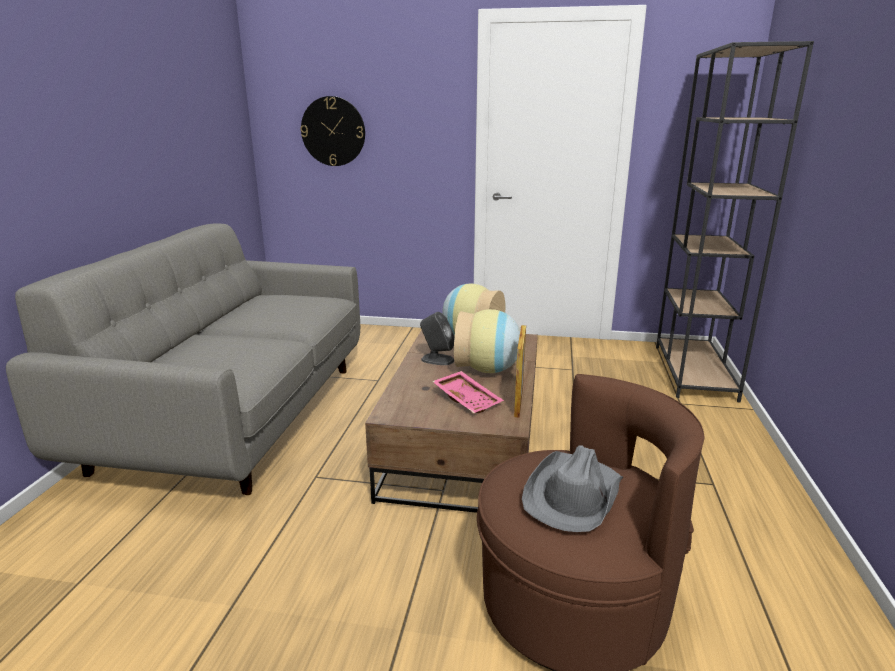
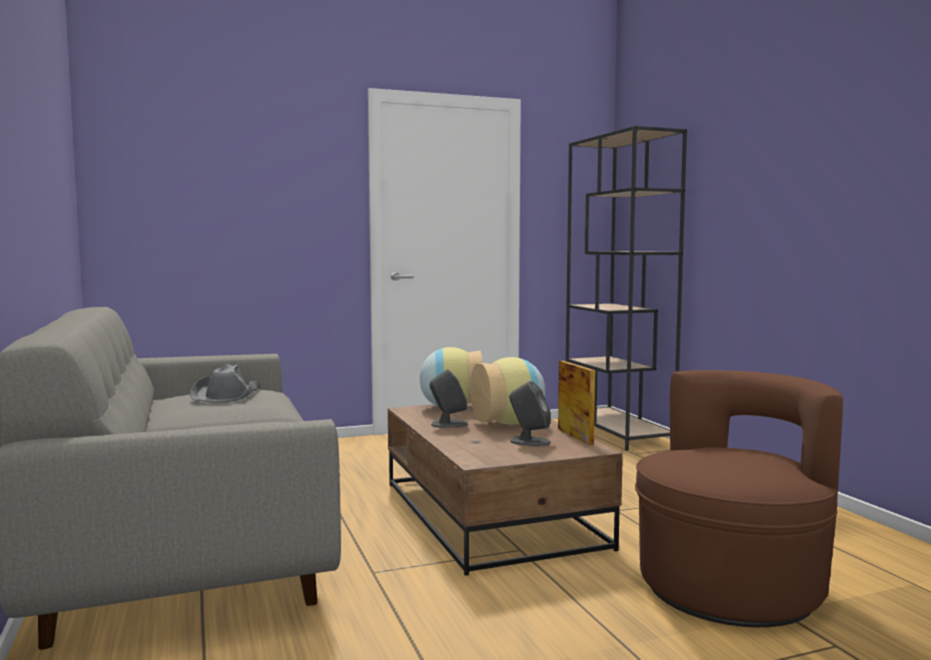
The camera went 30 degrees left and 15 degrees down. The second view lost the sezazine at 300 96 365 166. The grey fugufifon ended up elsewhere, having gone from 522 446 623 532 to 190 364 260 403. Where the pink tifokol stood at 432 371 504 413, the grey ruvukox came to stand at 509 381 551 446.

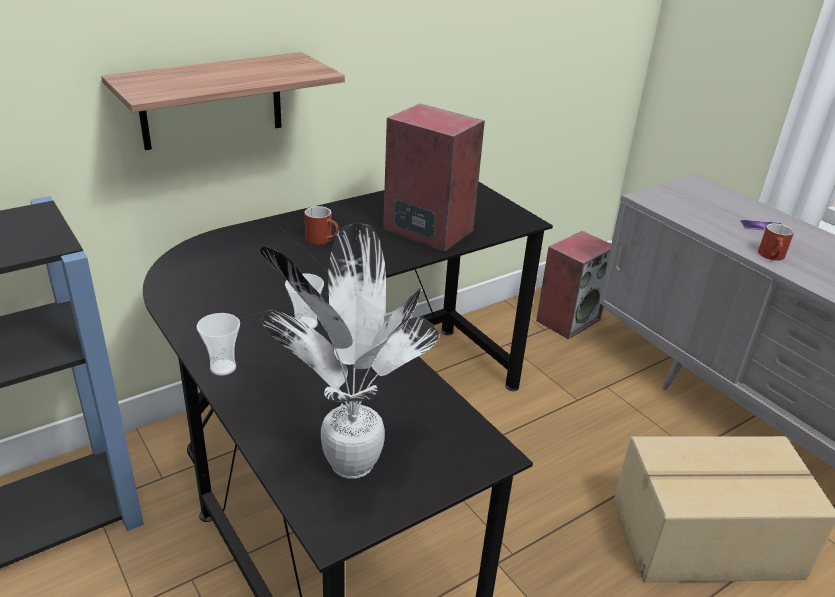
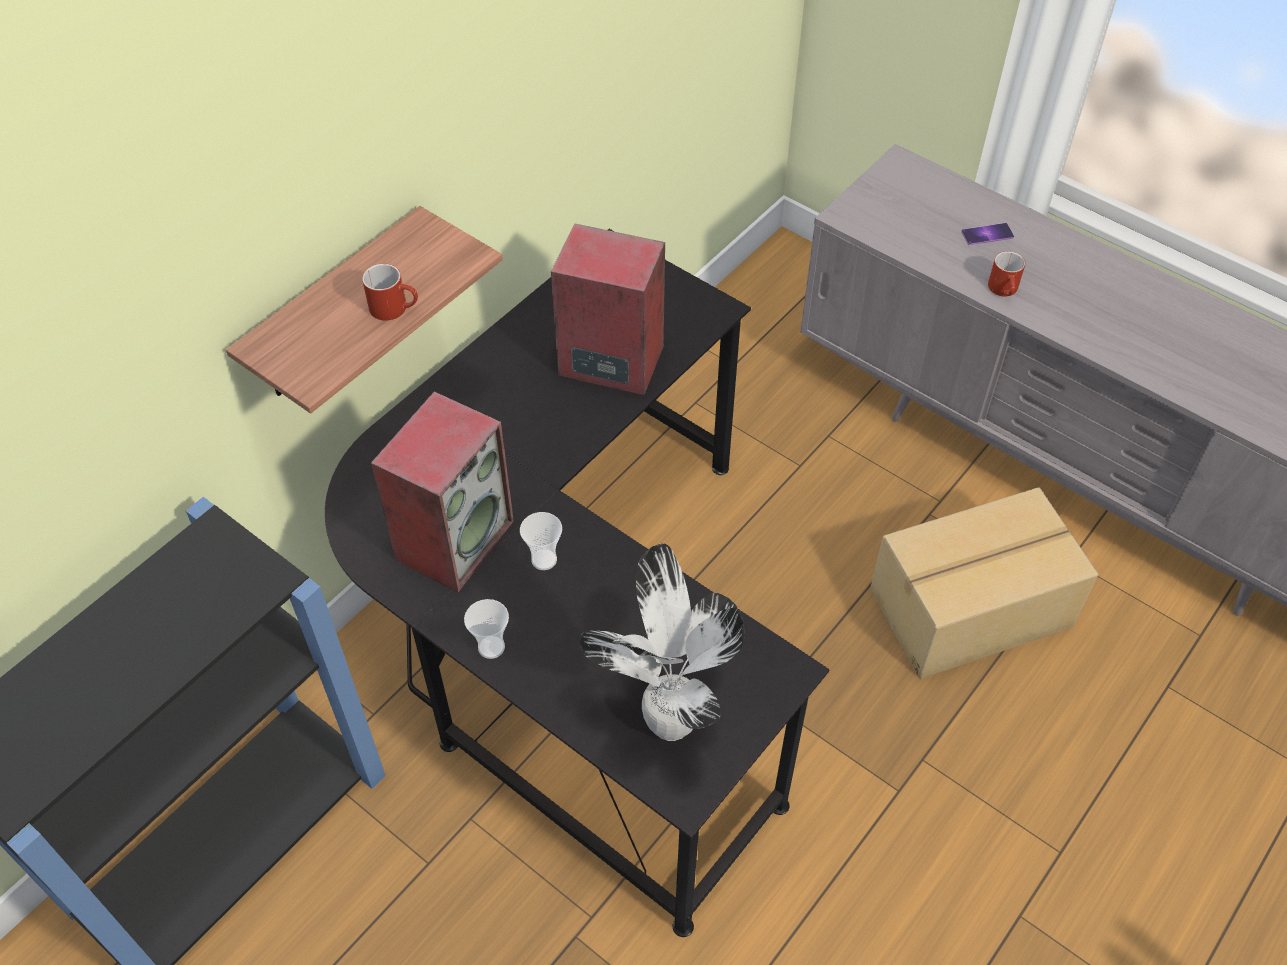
The camera went 15 degrees left and 20 degrees up. The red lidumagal ended up elsewhere, having gone from 304 206 339 245 to 362 264 418 321. The ruvukox ended up elsewhere, having gone from 536 231 611 339 to 371 392 514 592.

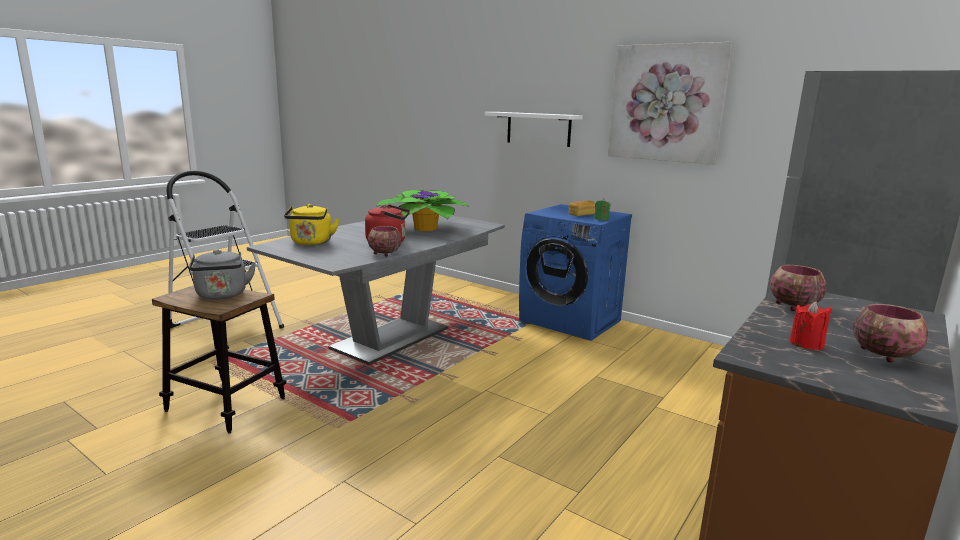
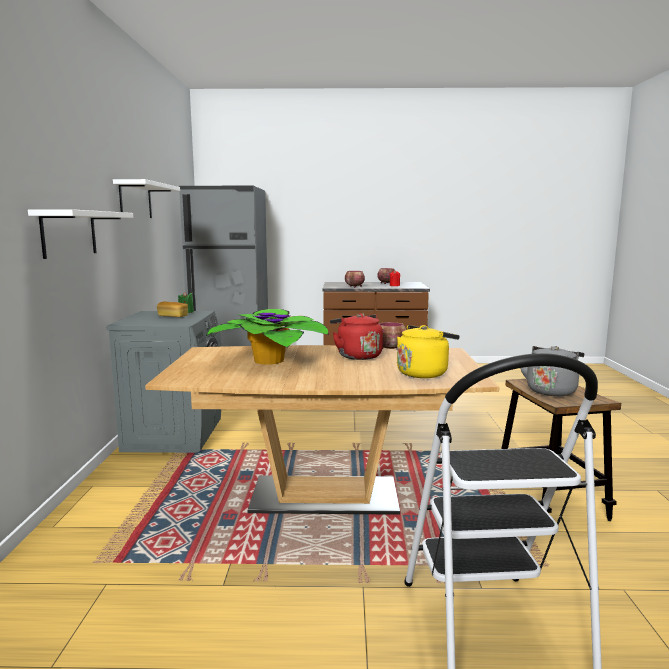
The camera went 125 degrees left and 5 degrees down. Where the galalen hung at 608 42 733 165, the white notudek came to hang at 113 179 180 218. What was the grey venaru at 247 214 505 365 turned into the brown venaru at 145 345 500 515. What was the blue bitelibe at 519 204 632 341 turned into the grey bitelibe at 106 311 221 453.

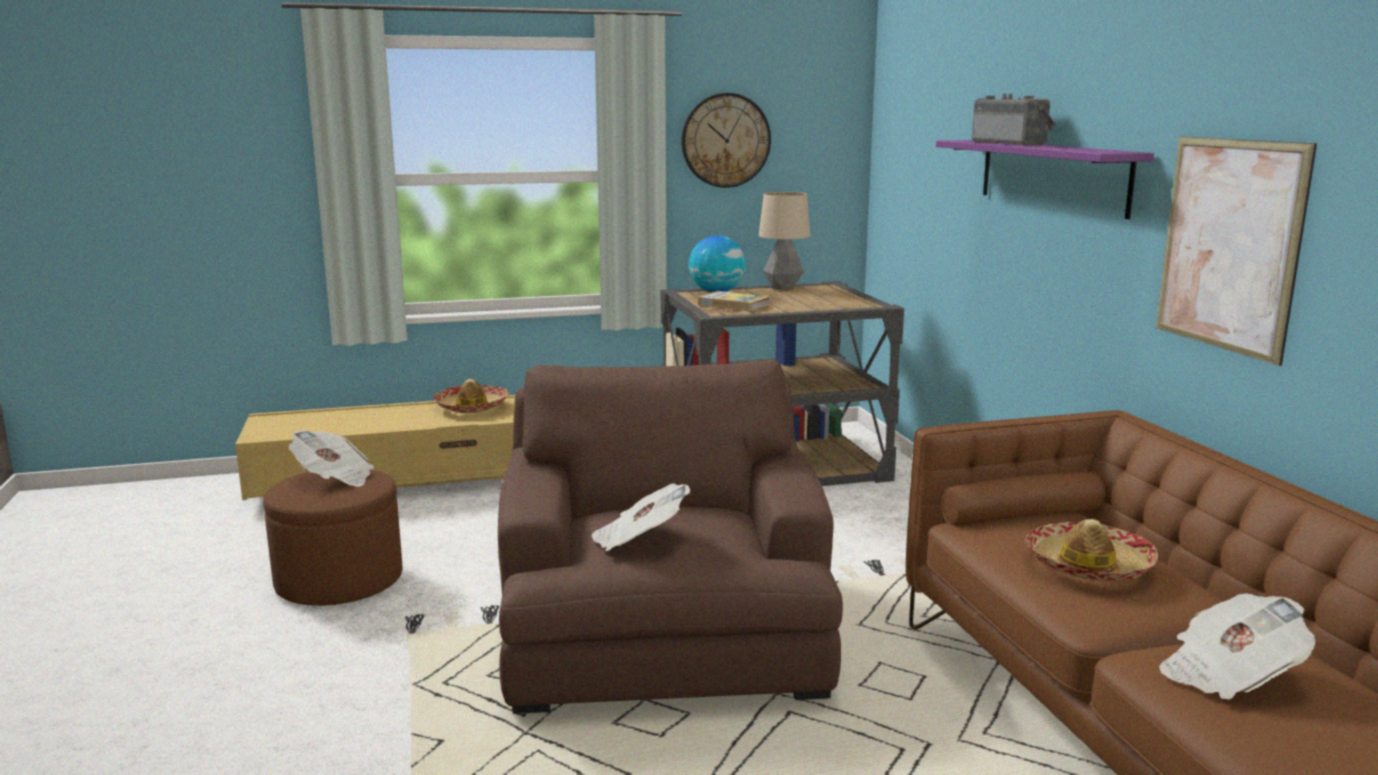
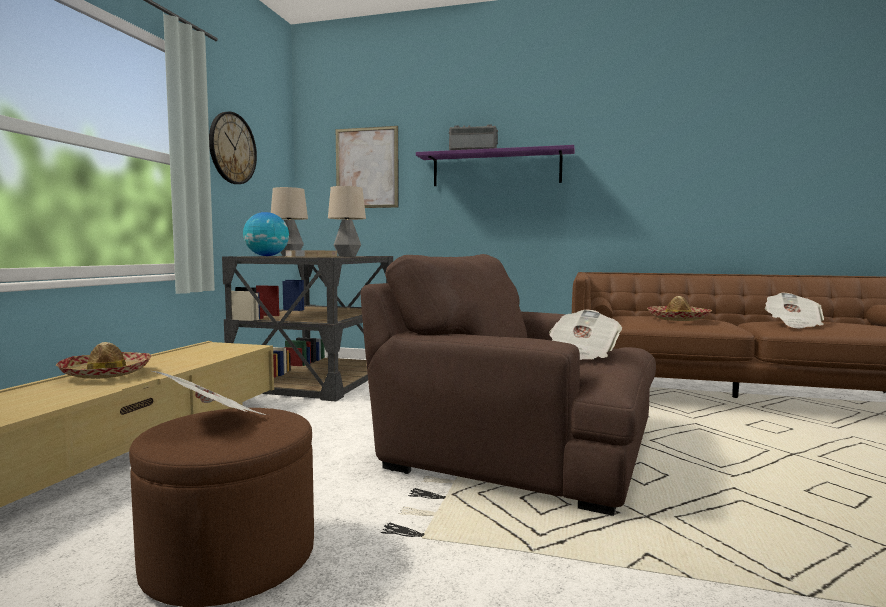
The camera went 60 degrees left and 10 degrees down. The second view gained the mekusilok at 328 186 366 257. The galalen ended up elsewhere, having gone from 1156 137 1317 366 to 336 126 399 208.

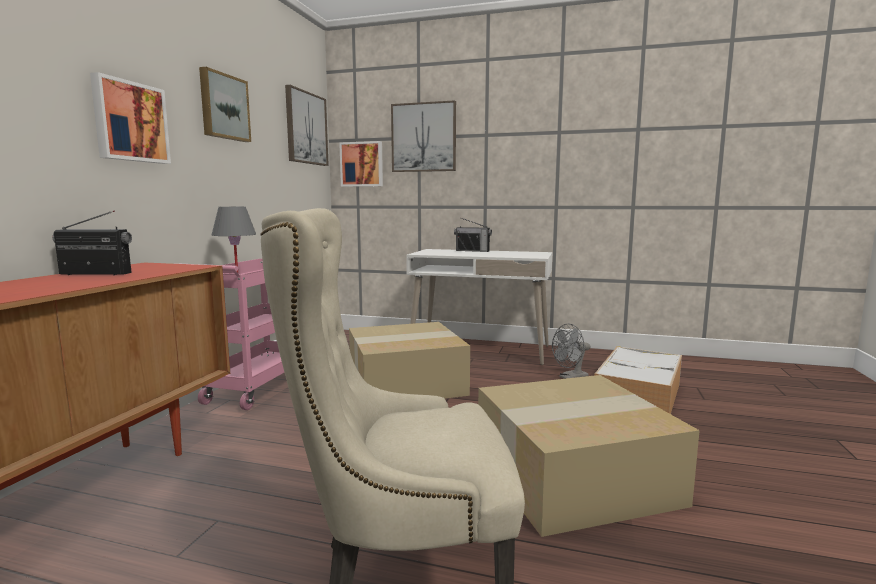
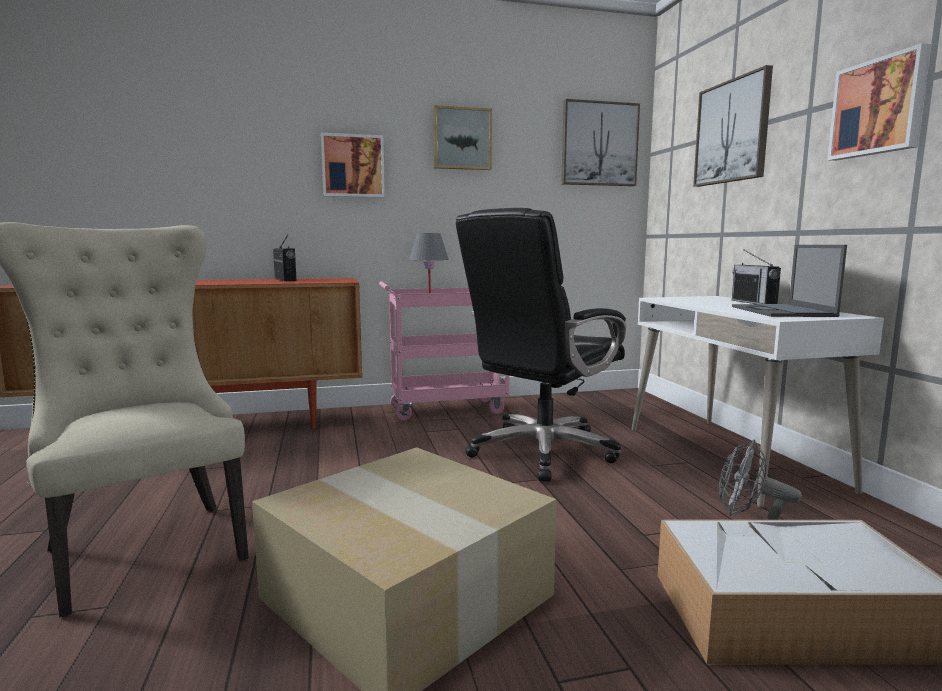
The camera went 60 degrees right and 0 degrees up. The second view gained the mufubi at 732 245 847 317. The galalen ended up elsewhere, having gone from 339 141 383 187 to 827 43 931 161. Where the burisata stood at 349 322 470 399, the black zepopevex came to stand at 456 208 626 482.

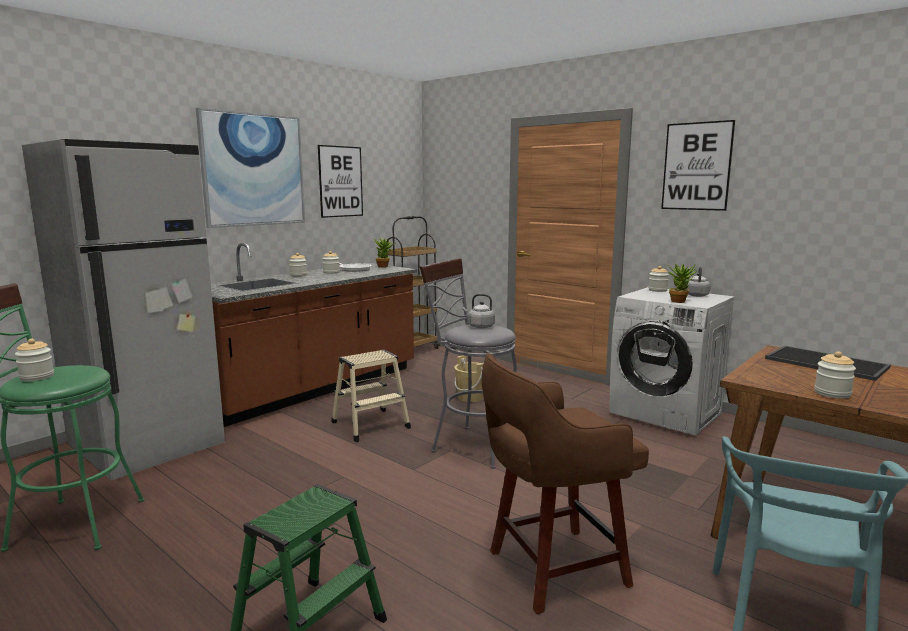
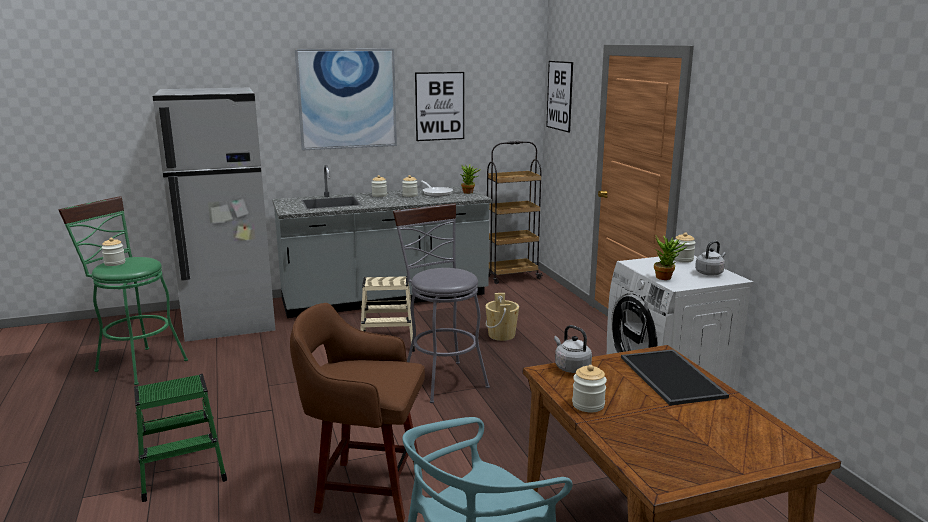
The camera went 30 degrees right and 5 degrees up. The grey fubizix ended up elsewhere, having gone from 462 294 495 328 to 554 325 592 373. The galalen ended up elsewhere, having gone from 661 120 735 211 to 546 61 573 133. What was the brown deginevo at 211 243 417 427 turned into the grey deginevo at 272 165 492 318.

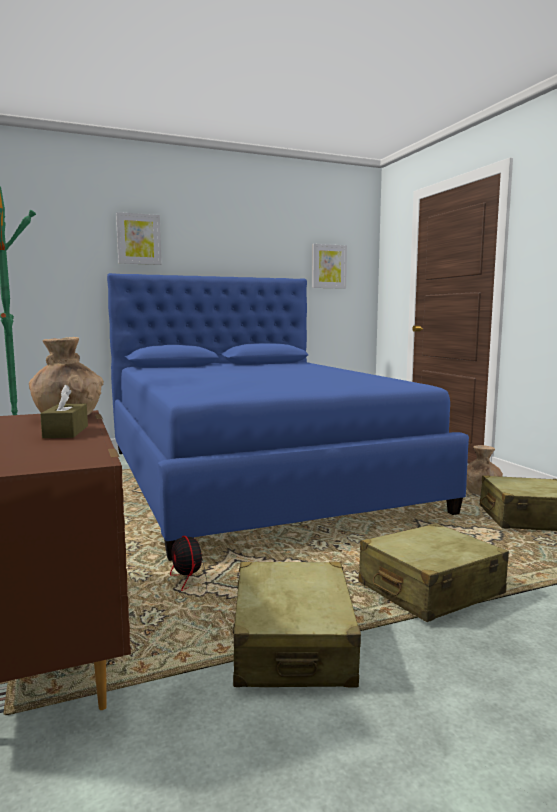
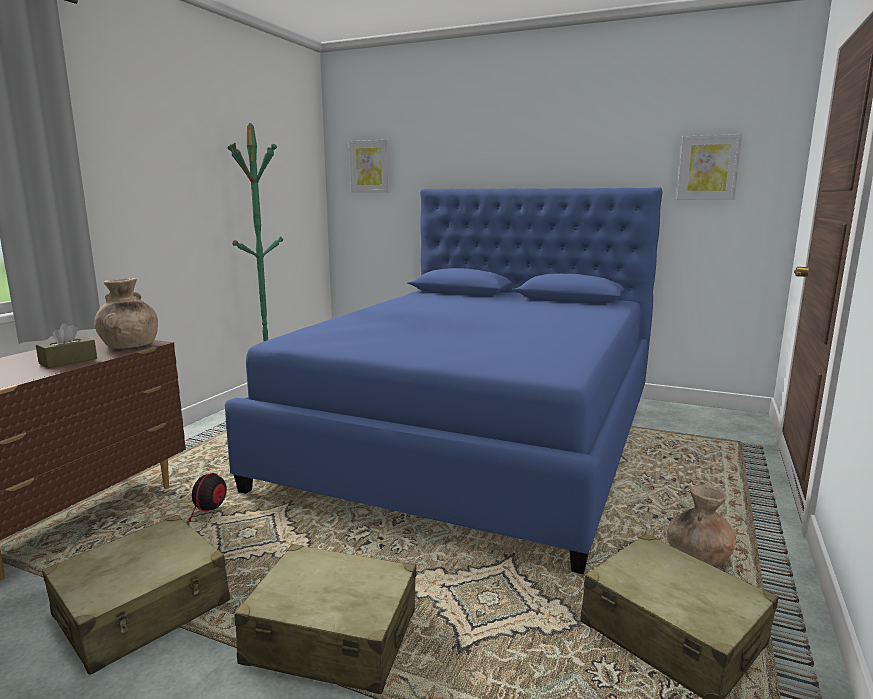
The camera went 45 degrees right and 5 degrees up. The galalen ended up elsewhere, having gone from 116 212 161 265 to 349 140 390 192.

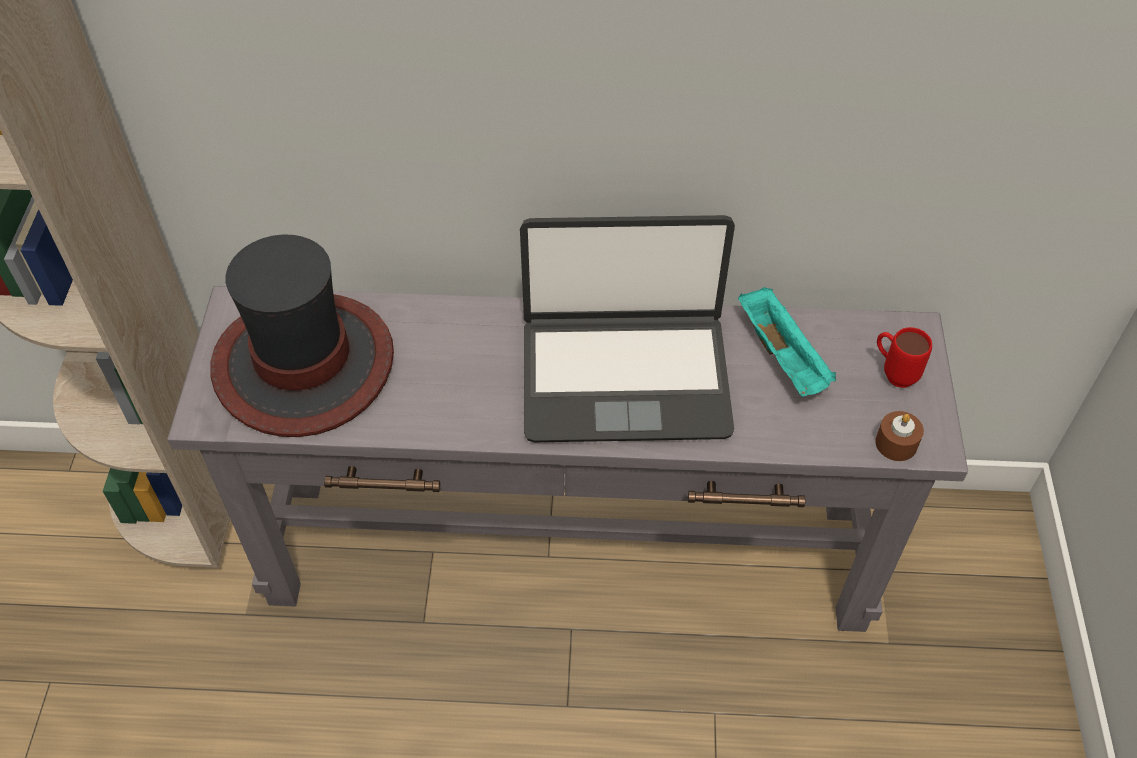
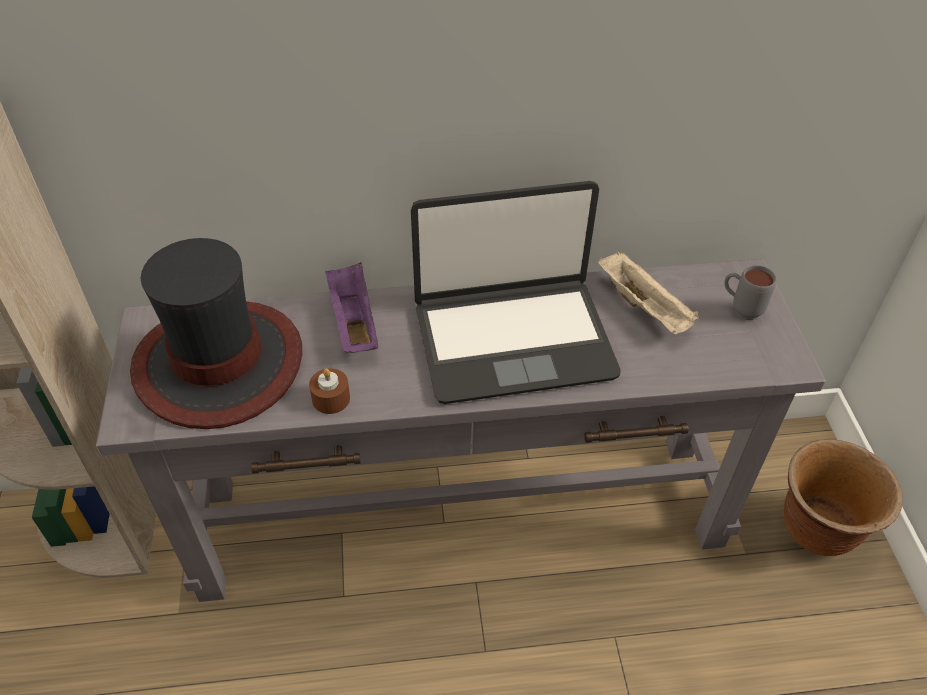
The camera went 10 degrees left and 5 degrees down. The second view gained the purple tifokol at 325 262 378 353. The second view gained the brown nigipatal at 784 439 903 556. The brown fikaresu ended up elsewhere, having gone from 875 411 924 461 to 309 368 350 414. What was the turquoise tifokol at 738 287 836 397 turned into the beige tifokol at 598 251 699 335. What was the red lidumagal at 877 327 932 388 turned into the grey lidumagal at 724 265 776 320.

